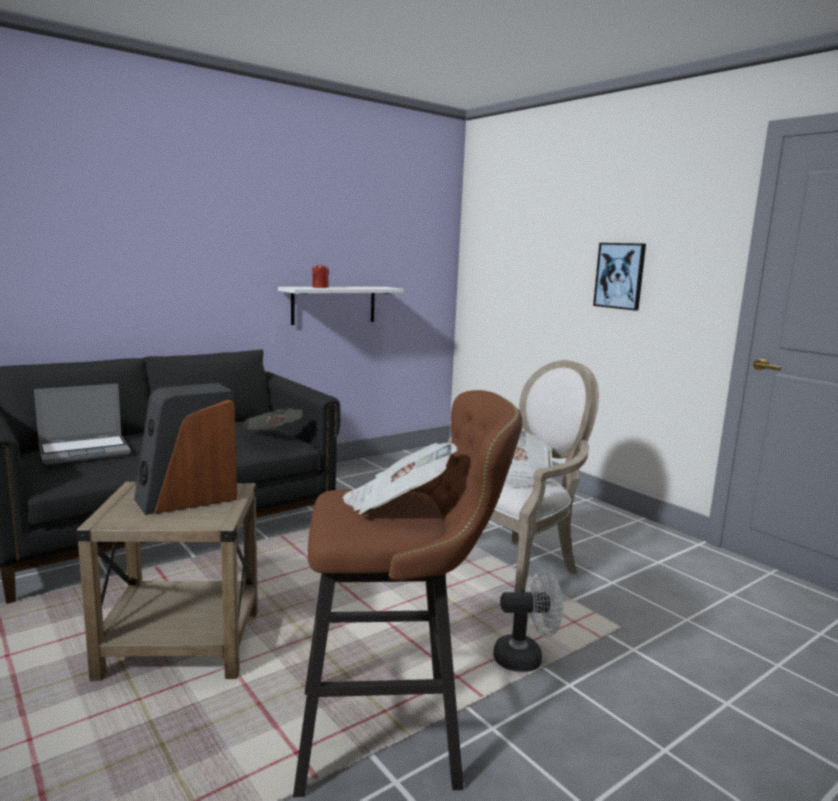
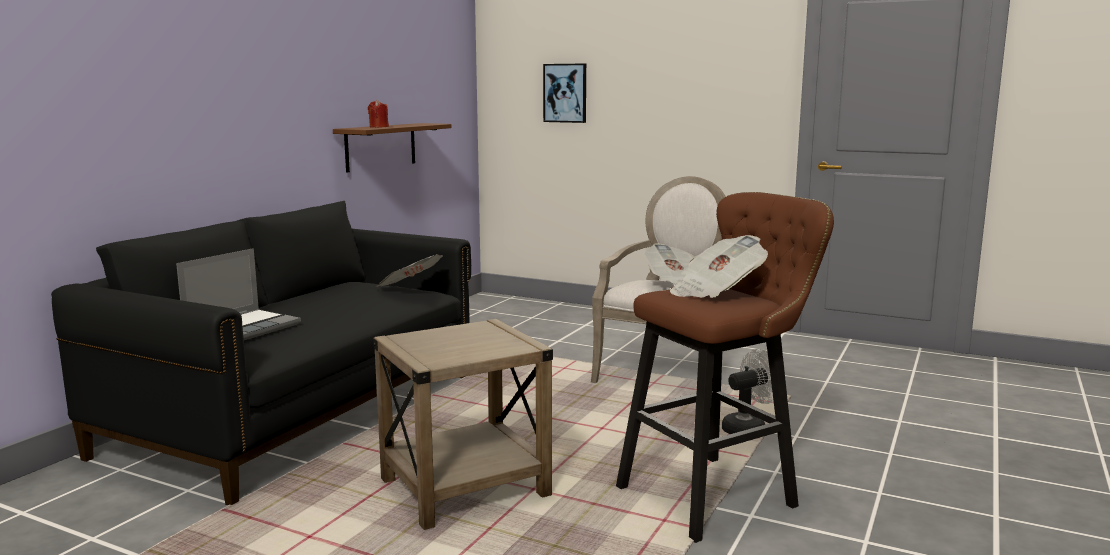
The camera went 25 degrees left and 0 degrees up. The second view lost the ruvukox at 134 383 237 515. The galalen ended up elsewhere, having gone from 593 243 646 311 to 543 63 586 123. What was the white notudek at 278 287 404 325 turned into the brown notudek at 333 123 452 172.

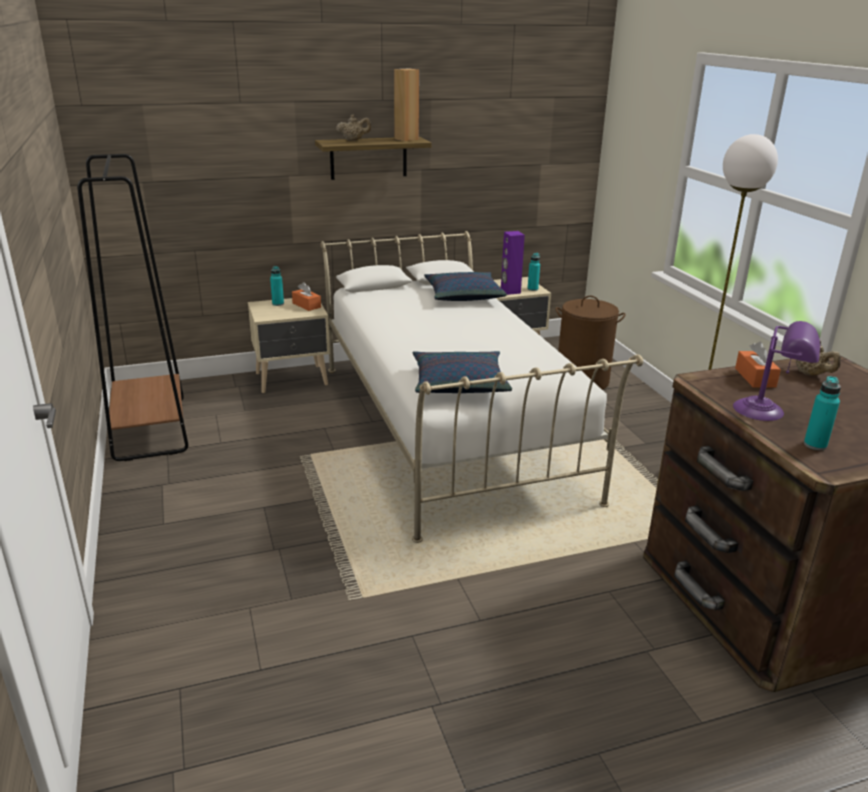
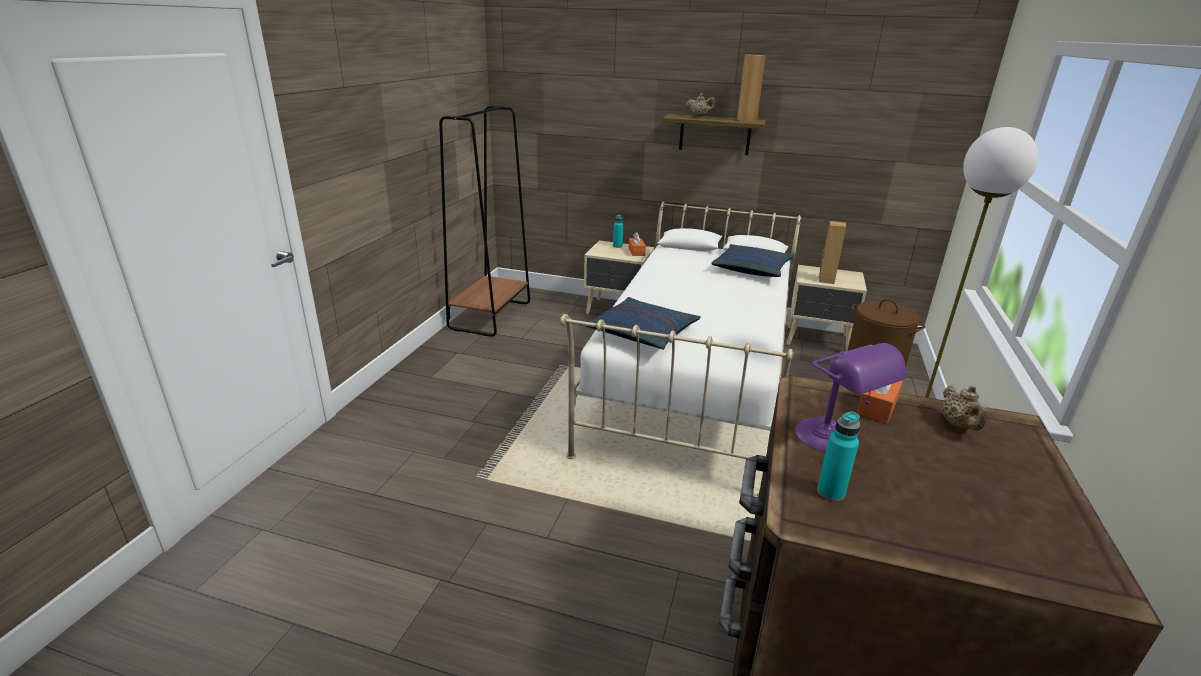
The camera went 35 degrees right and 0 degrees up. The second view lost the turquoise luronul at 527 253 540 291. What was the purple ruvukox at 501 231 525 295 turned into the brown ruvukox at 819 221 846 284.

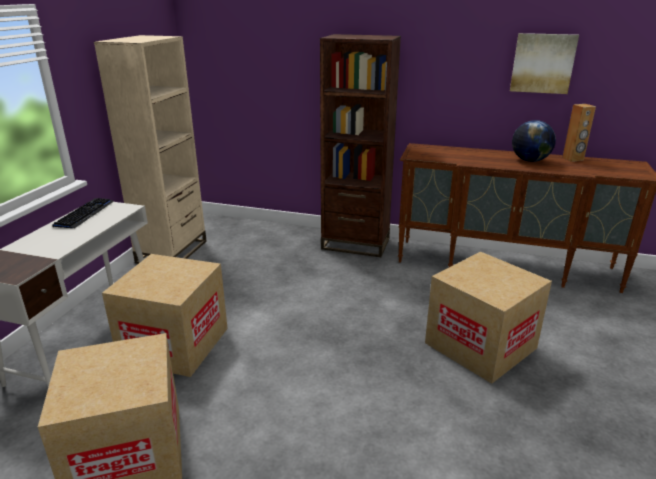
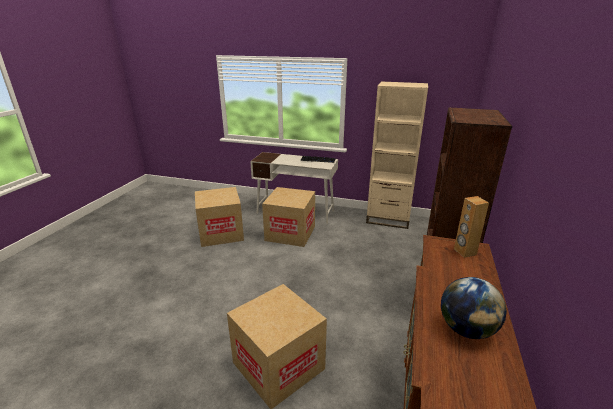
The camera went 90 degrees right and 0 degrees up. The second view lost the galalen at 510 33 579 94. The brown ruvukox ended up elsewhere, having gone from 562 104 596 162 to 454 196 489 258.

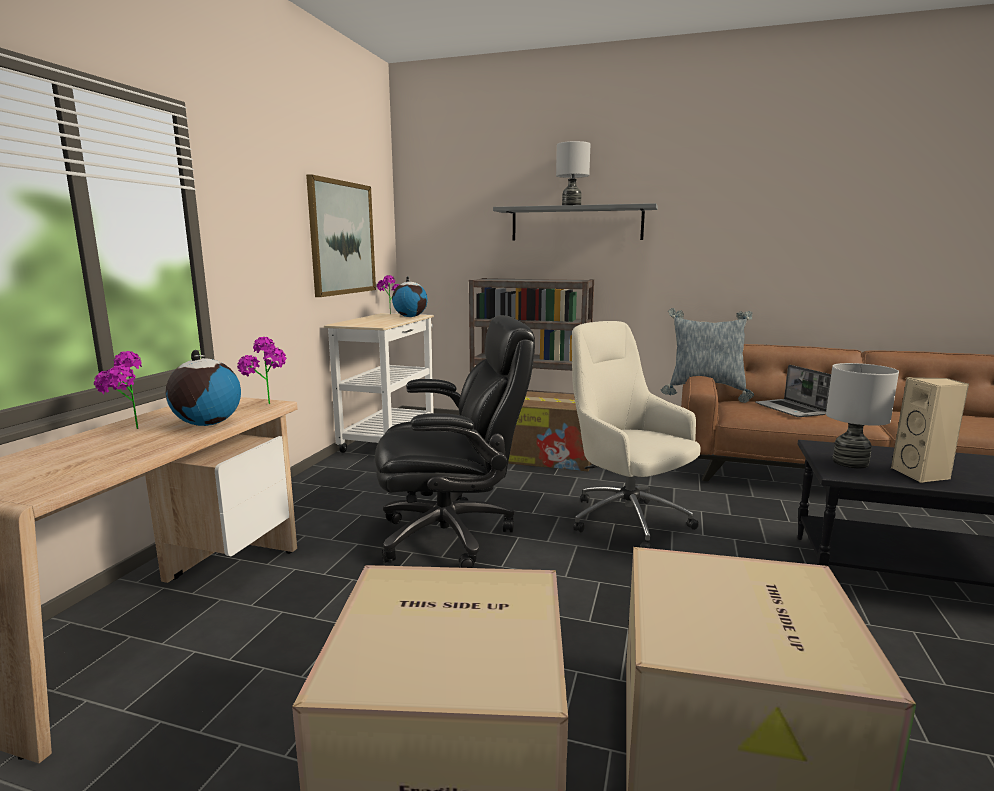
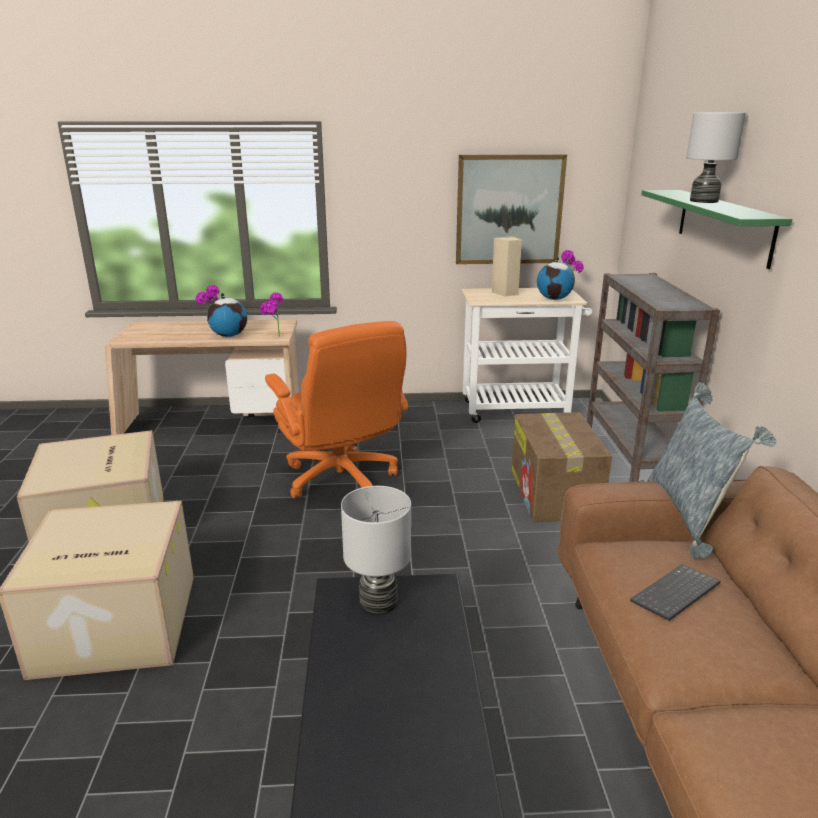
The camera went 70 degrees right and 10 degrees up. The second view lost the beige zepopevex at 572 321 701 549. The beige ruvukox ended up elsewhere, having gone from 891 377 969 483 to 492 236 522 297. Where the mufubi stood at 755 365 831 417, the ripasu came to stand at 630 564 720 621. What was the black zepopevex at 375 315 535 568 turned into the orange zepopevex at 265 321 408 498. What was the grey notudek at 493 203 658 241 turned into the green notudek at 641 190 792 269.

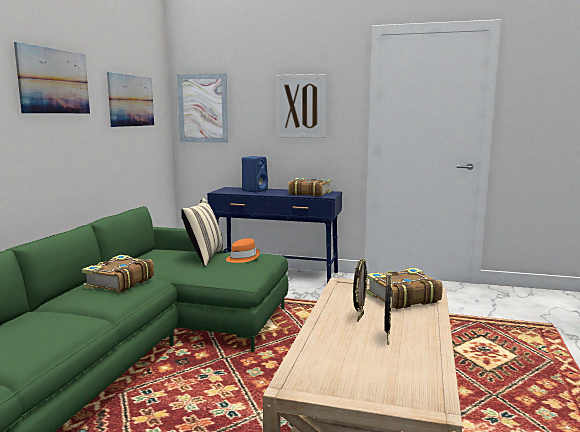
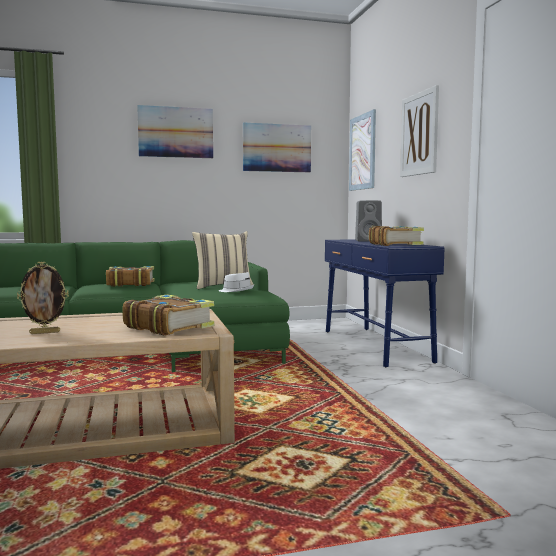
The camera went 60 degrees right and 5 degrees down. The second view lost the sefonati at 353 258 368 322. What was the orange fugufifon at 226 238 260 263 turned into the white fugufifon at 219 272 254 292. What was the blue ruvukox at 242 156 268 192 turned into the grey ruvukox at 355 200 382 242.

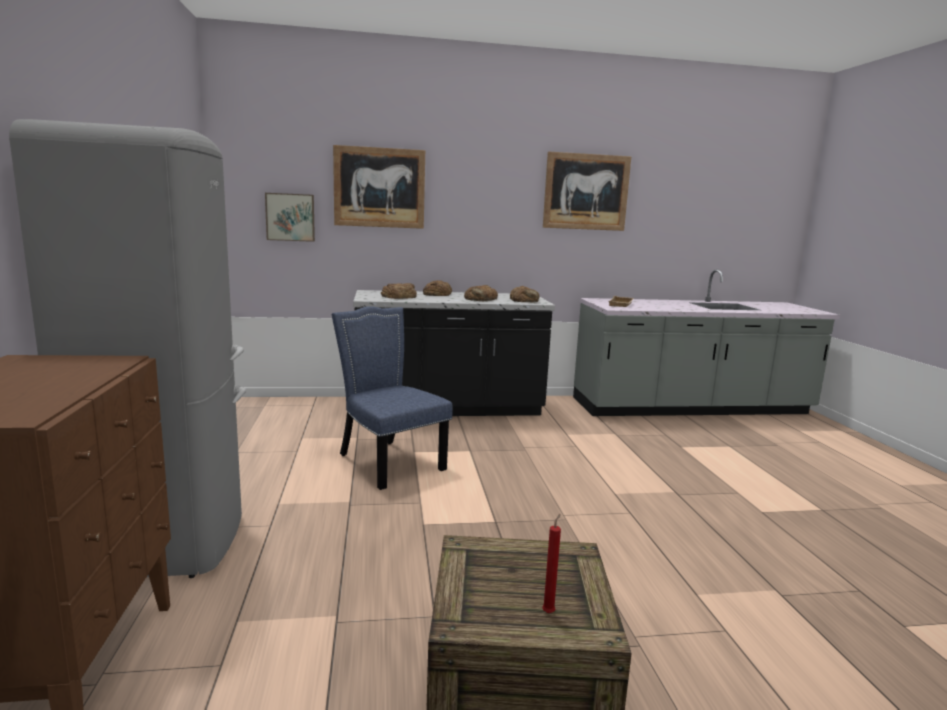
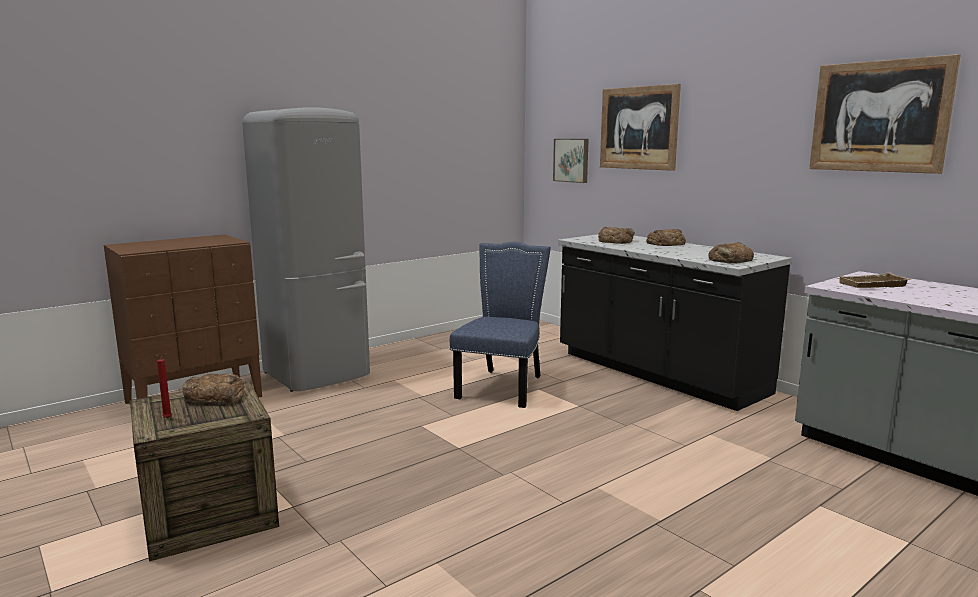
The camera went 60 degrees right and 0 degrees up. The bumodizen ended up elsewhere, having gone from 464 285 498 301 to 182 374 245 406.

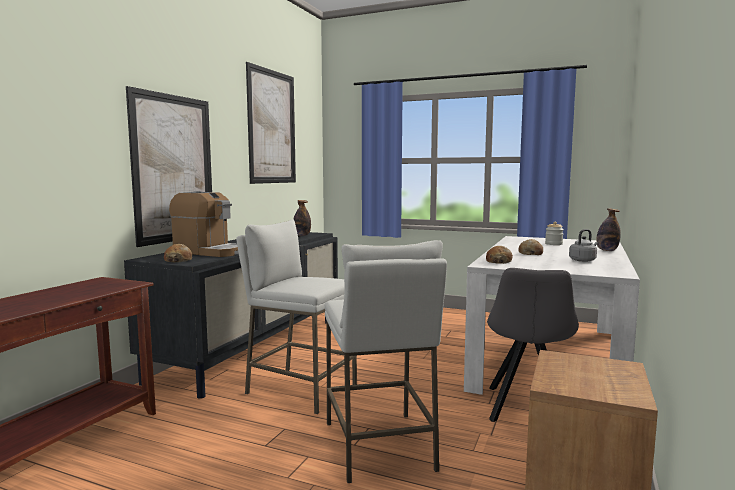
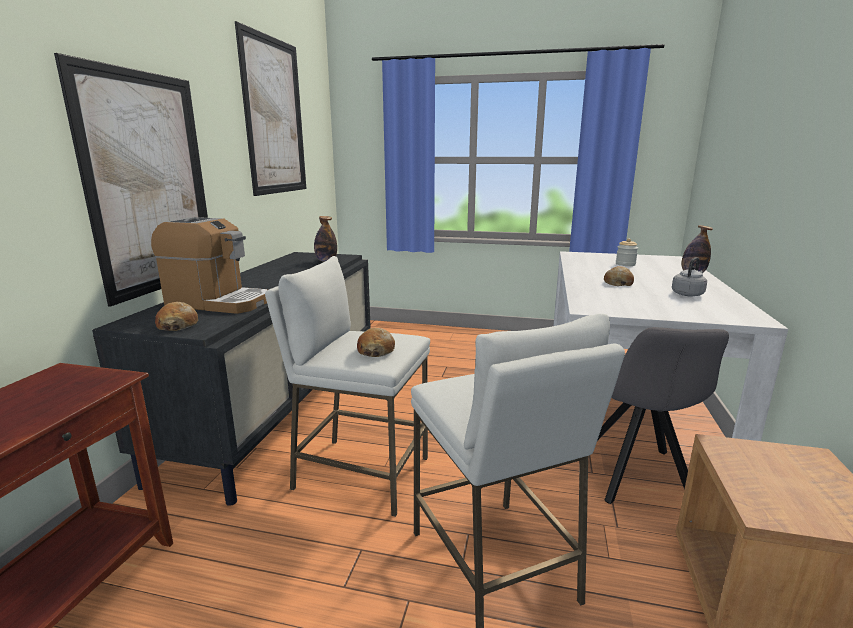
The camera went 10 degrees left and 10 degrees up. The bumodizen ended up elsewhere, having gone from 486 246 513 264 to 357 328 395 357.

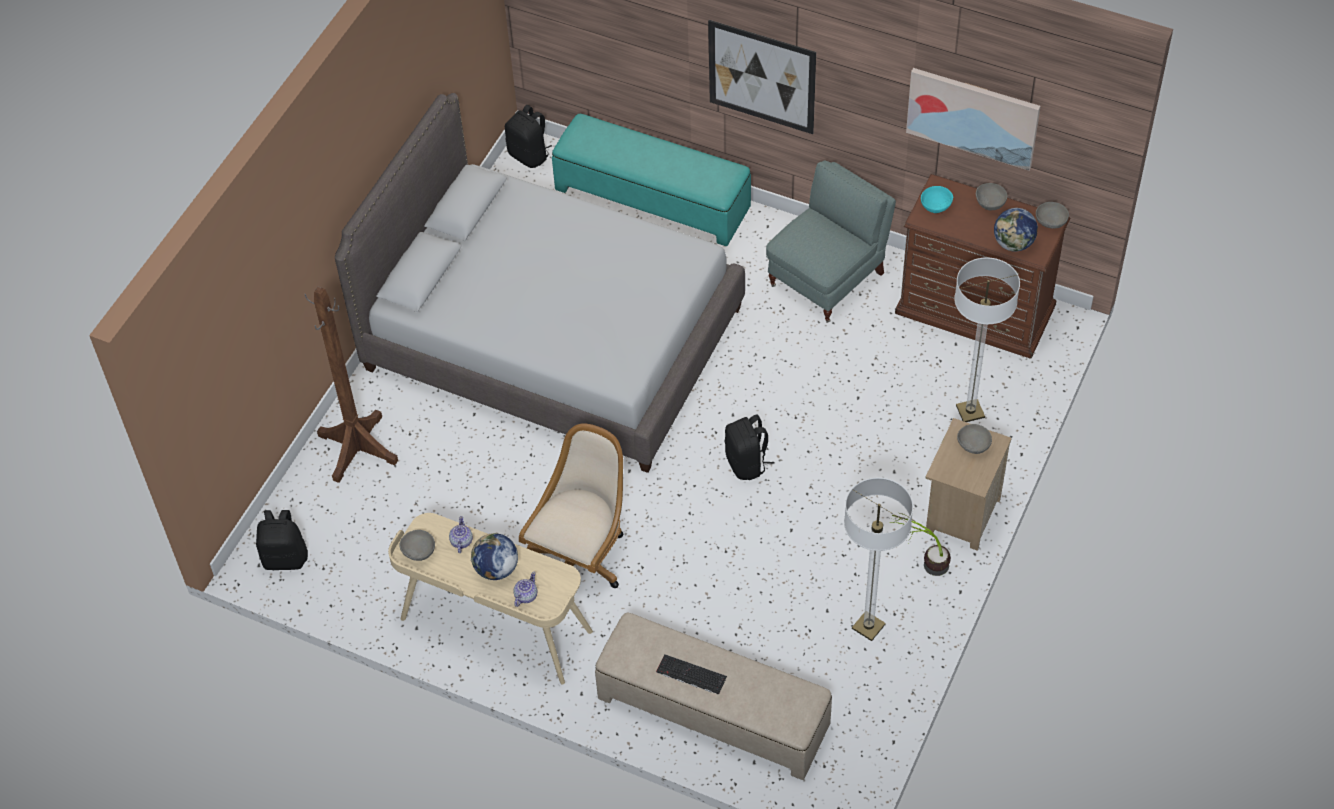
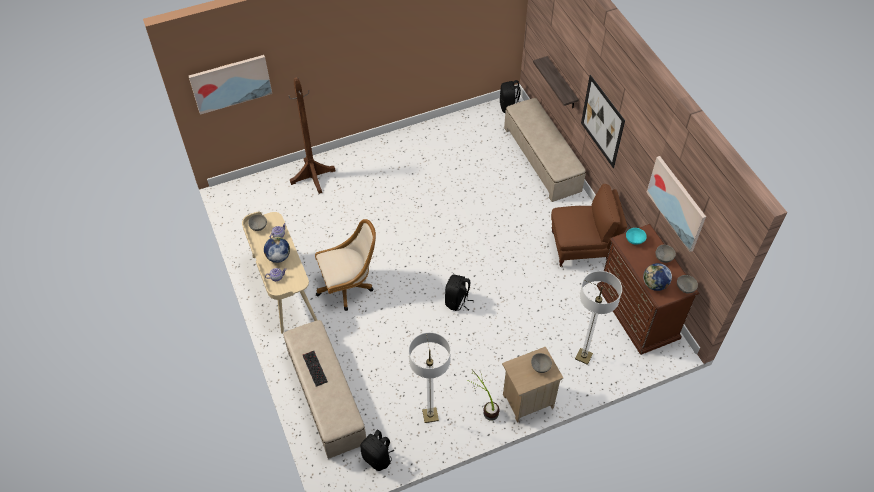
The camera went 40 degrees right and 0 degrees up. The second view lost the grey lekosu at 335 93 745 473. The second view gained the galalen at 189 55 272 115. The second view gained the notudek at 533 56 579 108. The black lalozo ended up elsewhere, having gone from 256 510 308 570 to 360 430 394 471. What was the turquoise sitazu at 552 114 751 246 turned into the beige sitazu at 504 98 586 202. What was the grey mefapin at 766 160 896 323 turned into the brown mefapin at 551 184 627 267.

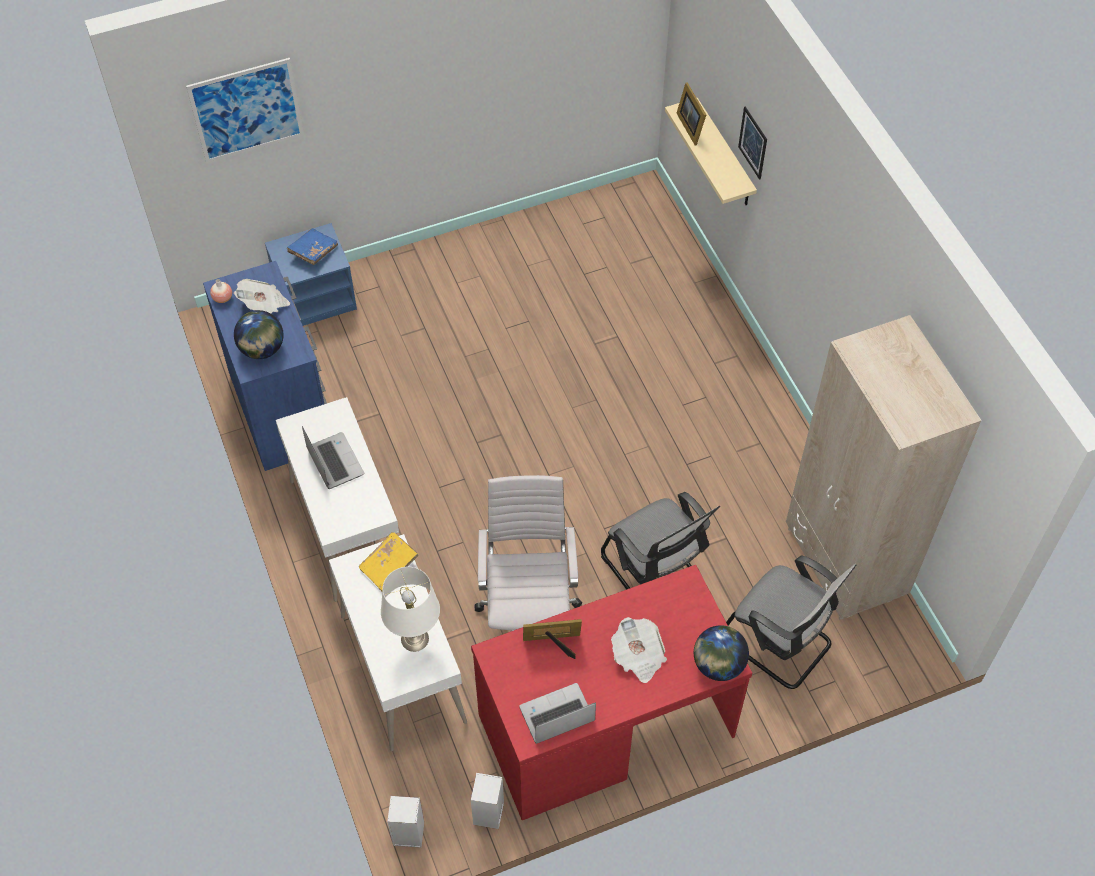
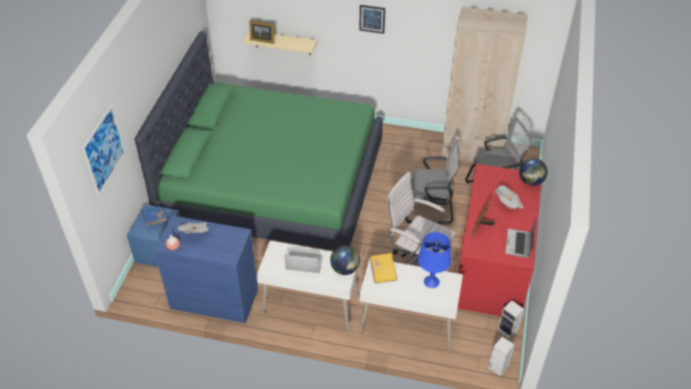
The camera went 55 degrees left and 10 degrees down. The second view gained the green lekosu at 134 31 383 251. The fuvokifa ended up elsewhere, having gone from 234 310 284 359 to 330 245 360 275. The galalen ended up elsewhere, having gone from 738 106 767 180 to 359 5 385 34. What was the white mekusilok at 381 567 440 652 turned into the blue mekusilok at 418 232 451 288.

